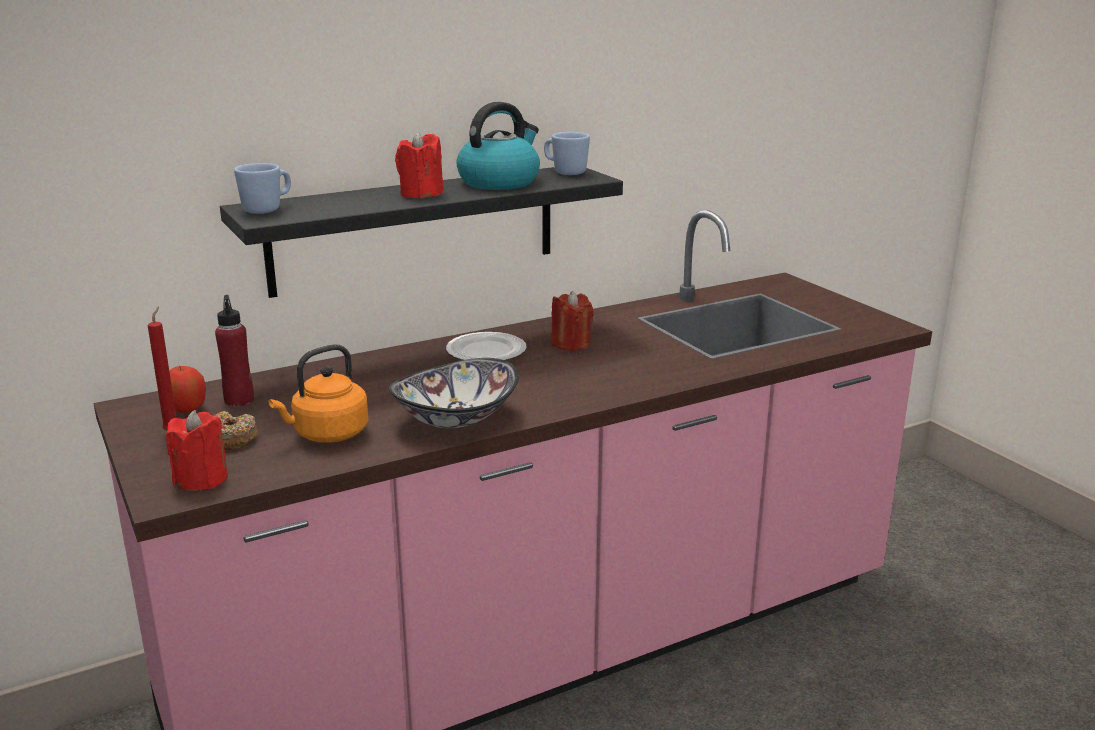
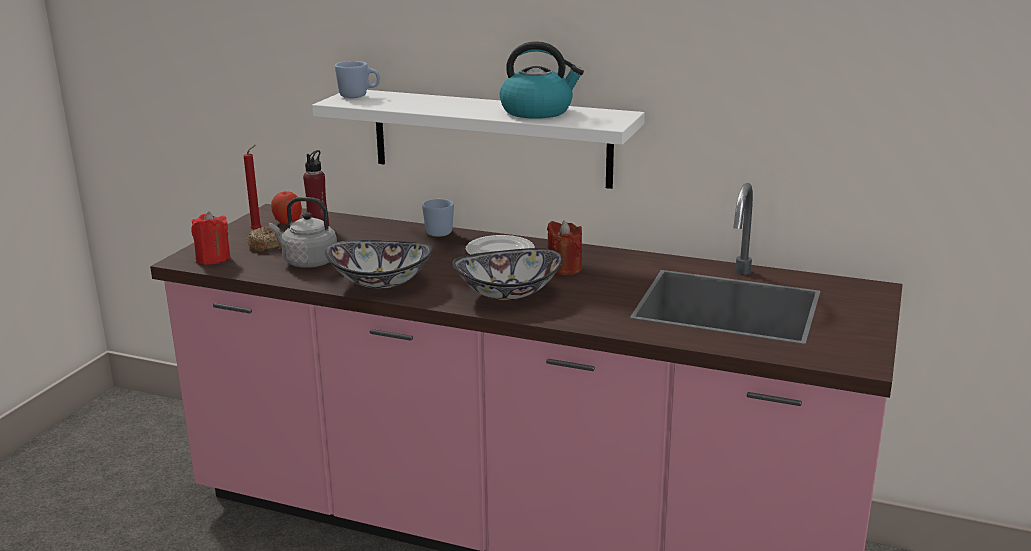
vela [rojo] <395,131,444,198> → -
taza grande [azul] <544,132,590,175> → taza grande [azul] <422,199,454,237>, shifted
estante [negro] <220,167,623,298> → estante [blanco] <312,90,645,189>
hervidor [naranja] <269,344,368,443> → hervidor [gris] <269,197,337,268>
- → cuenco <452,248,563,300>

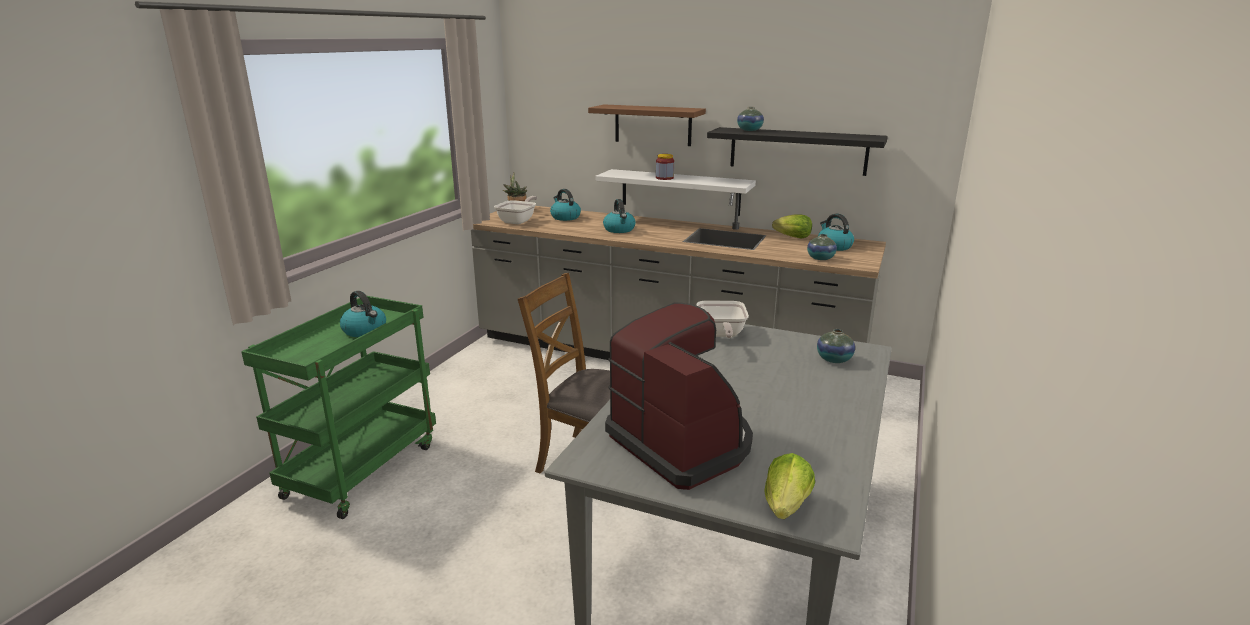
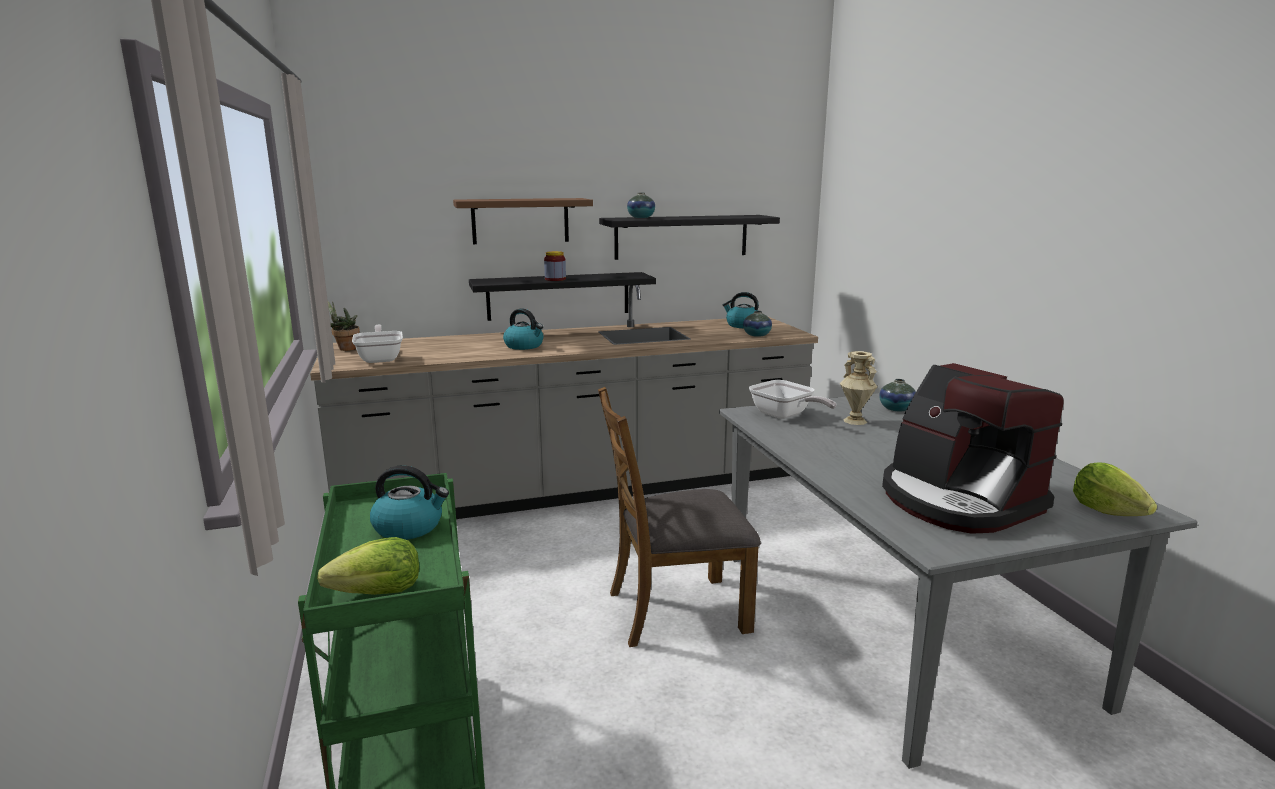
estante [blanco] <595,169,756,216> → estante [negro] <469,272,656,321>
hervidor <550,189,581,221> → -
lechuga <772,214,812,238> → lechuga <317,537,419,595>, shifted
cafetera <605,303,753,490> → cafetera <882,363,1064,534>, 135 degrees counterclockwise
- → florero [beis] <840,351,877,425>

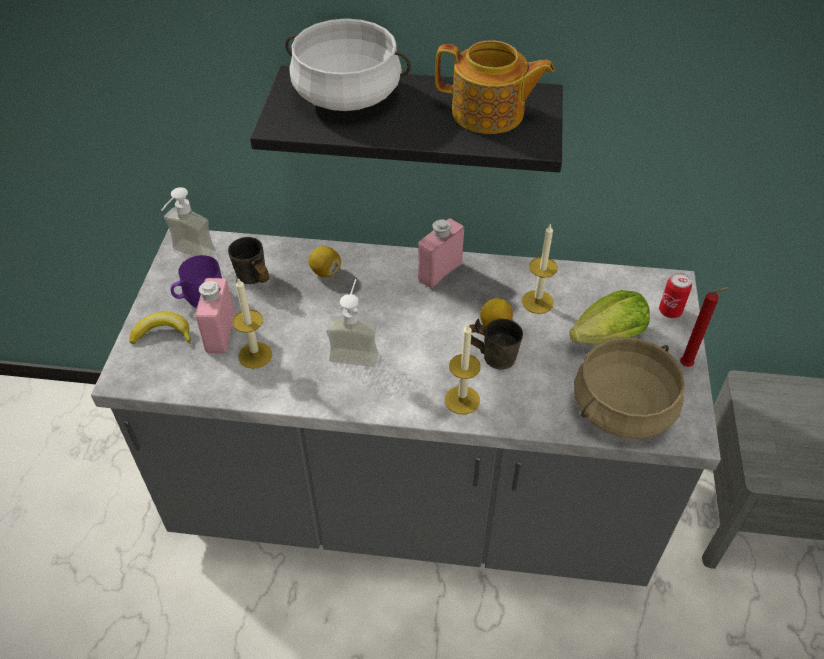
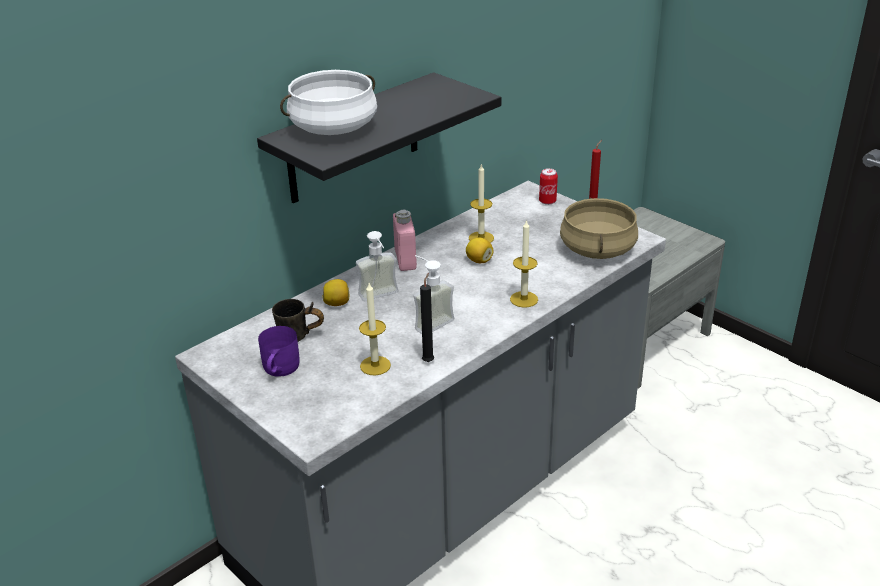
tetera <435,40,555,134> → -
dispensador de jabón <161,187,216,257> → dispensador de jabón <356,231,398,301>, shifted
botella [rosa] <195,278,235,354> → -
lechuga <569,290,650,344> → -
plátano <130,312,191,344> → -
taza grande [gris] <469,318,523,370> → -
- → vela [negro] <420,272,434,362>

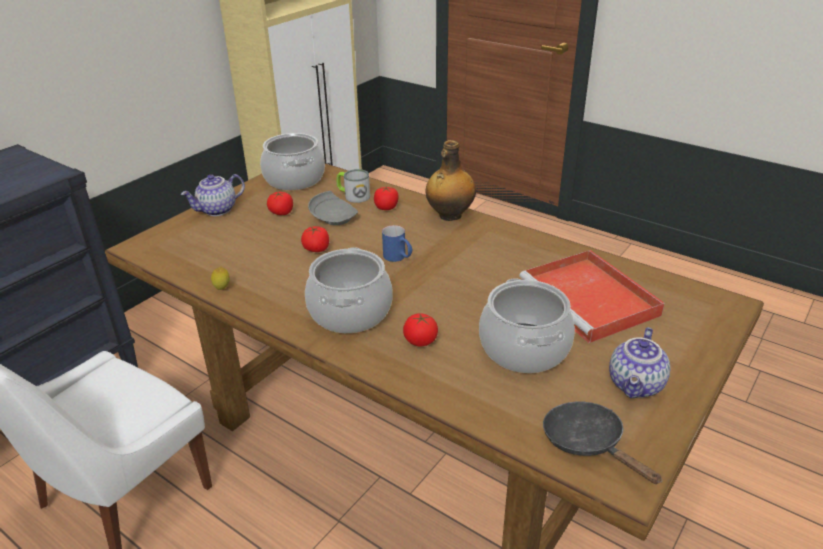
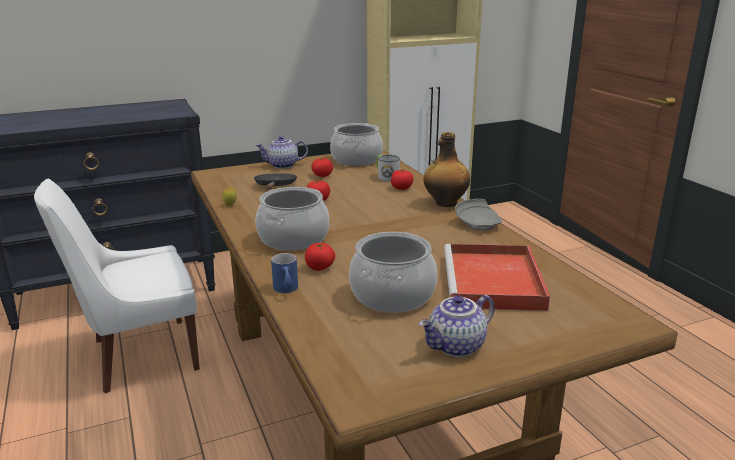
plato [gris] <308,191,358,225> → plato [gris] <455,199,502,231>, shifted
taza grande [azul] <382,225,413,262> → taza grande [azul] <271,253,298,293>, shifted
sartén [negro] <543,401,662,484> → sartén [negro] <254,173,297,189>, shifted

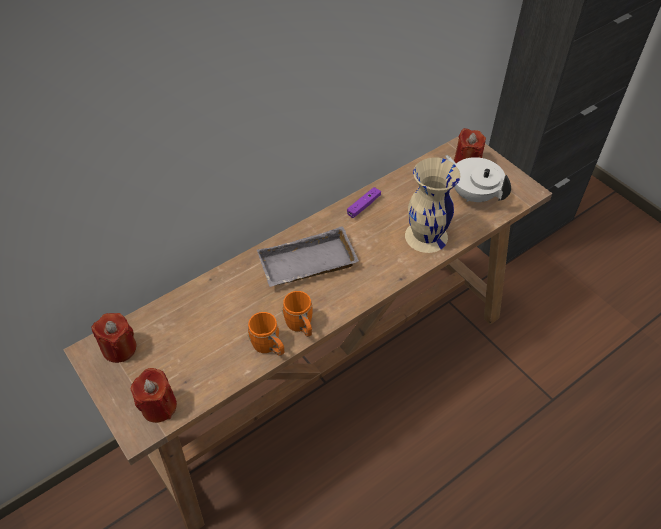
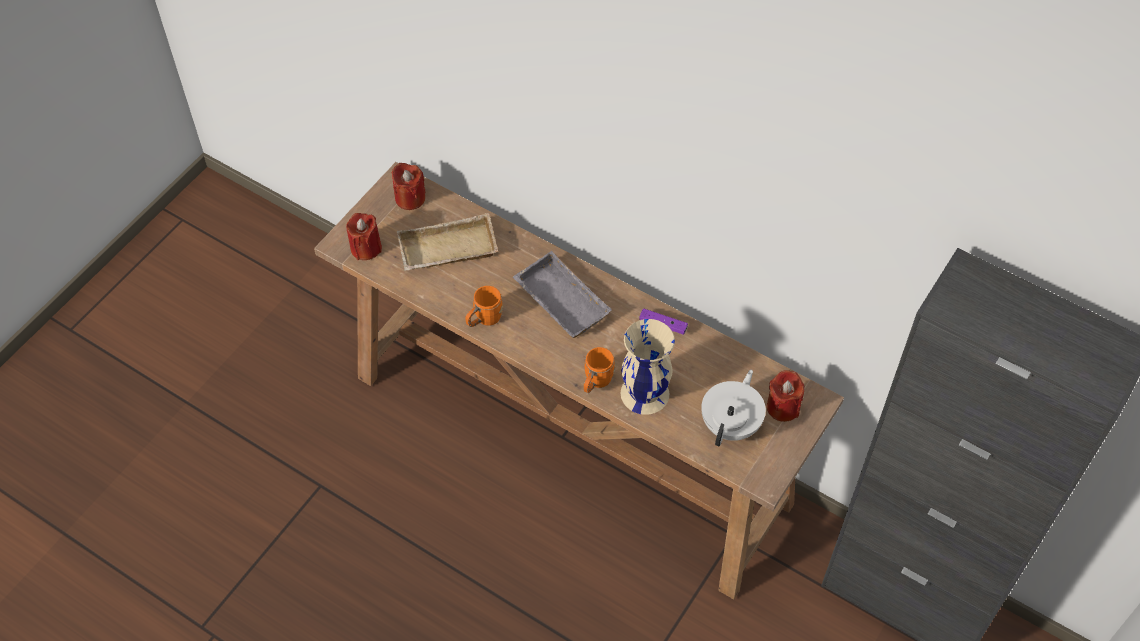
taza grande [naranja] <248,312,285,356> → taza grande [naranja] <584,347,615,393>, shifted
- → bandeja [beis] <397,213,498,271>

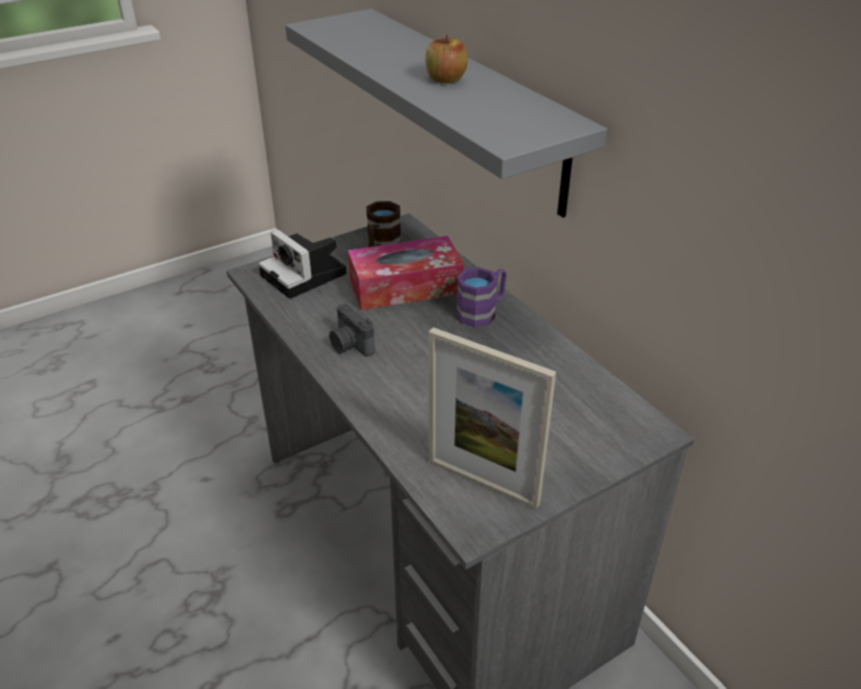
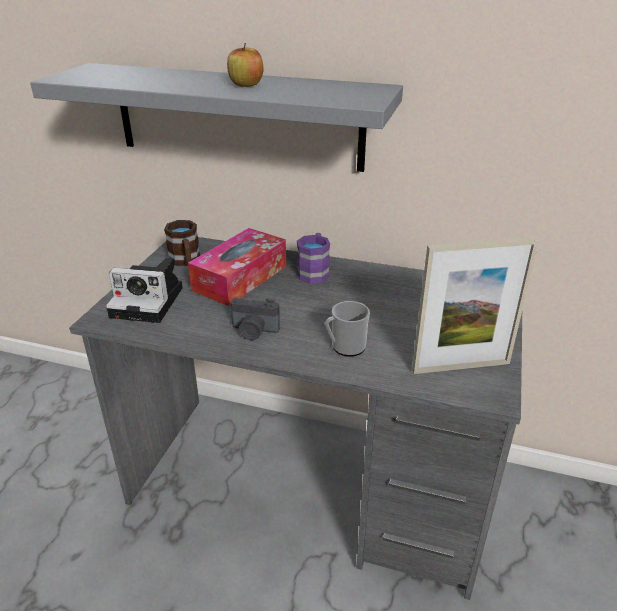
- → taza grande <325,301,370,357>

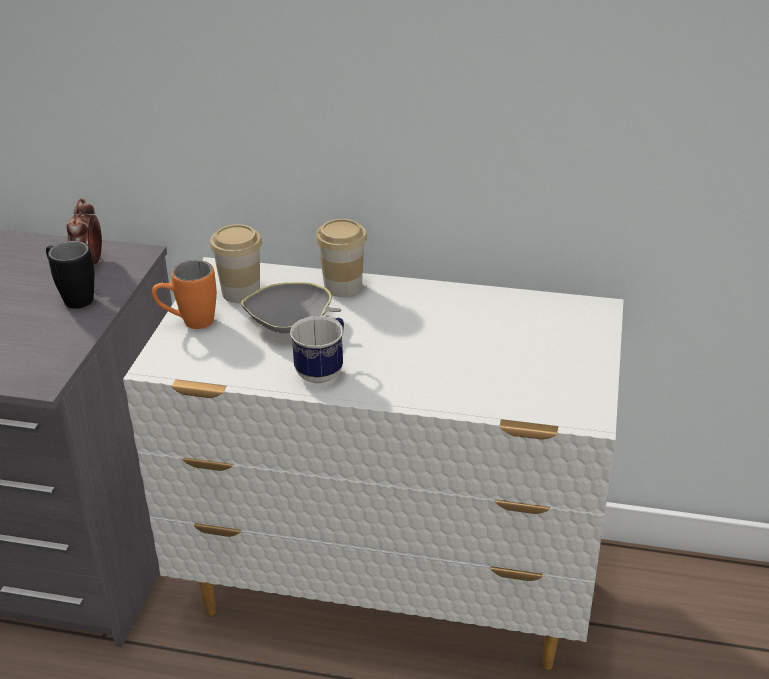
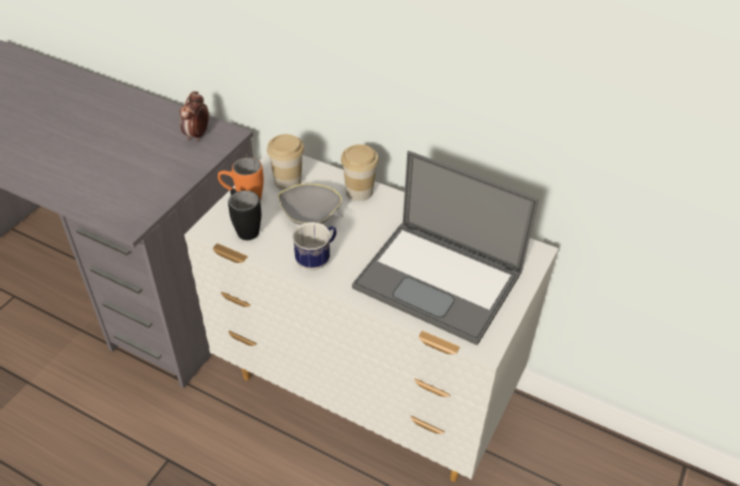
taza grande [negro] <46,241,94,309> → taza grande [negro] <228,189,261,240>, shifted
- → portátil <352,151,539,345>

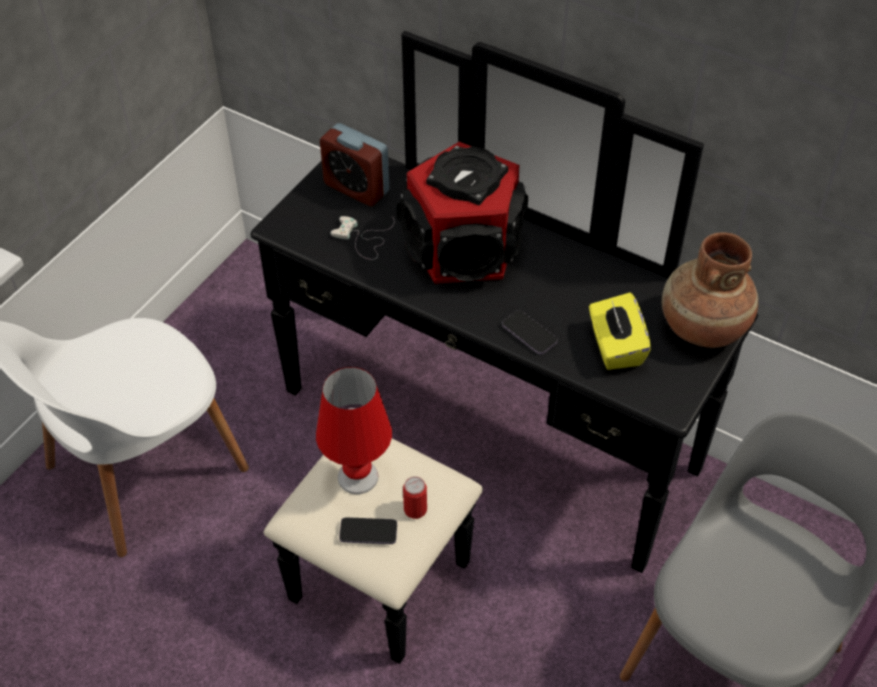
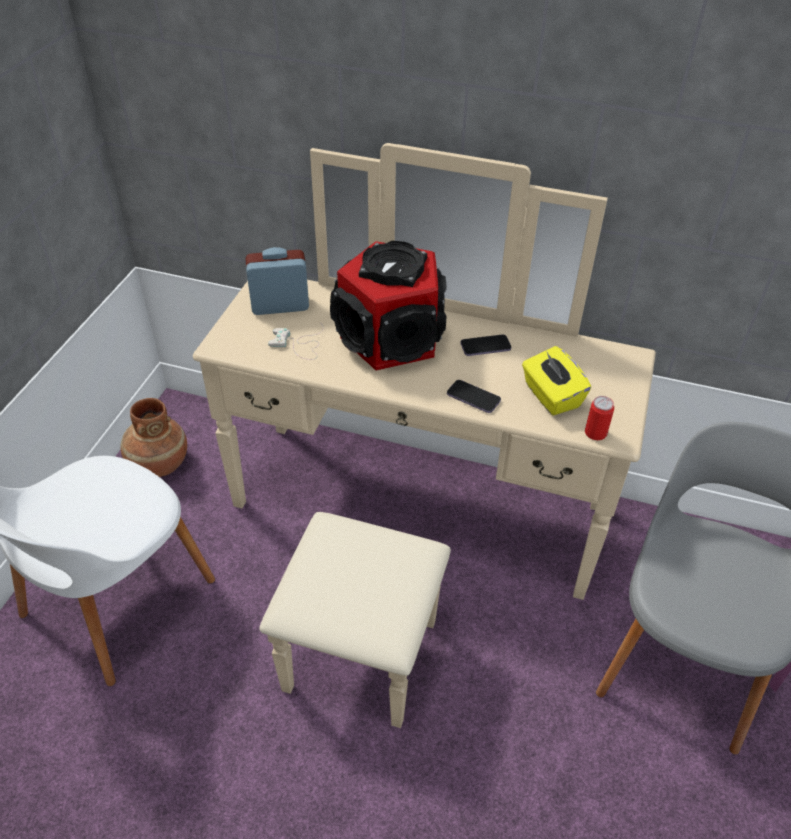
cómoda [negro] <251,31,758,664> → cómoda [beis] <193,143,656,728>
despertador <320,123,390,206> → despertador <246,247,309,315>, 150 degrees clockwise
florero [marrón] <662,232,758,348> → florero [marrón] <120,398,187,477>, shifted
lámpara de mesa [rojo] <316,367,392,494> → -
lata <403,476,427,519> → lata <585,396,614,440>, shifted
móvil <339,517,397,544> → móvil <461,335,511,356>, shifted

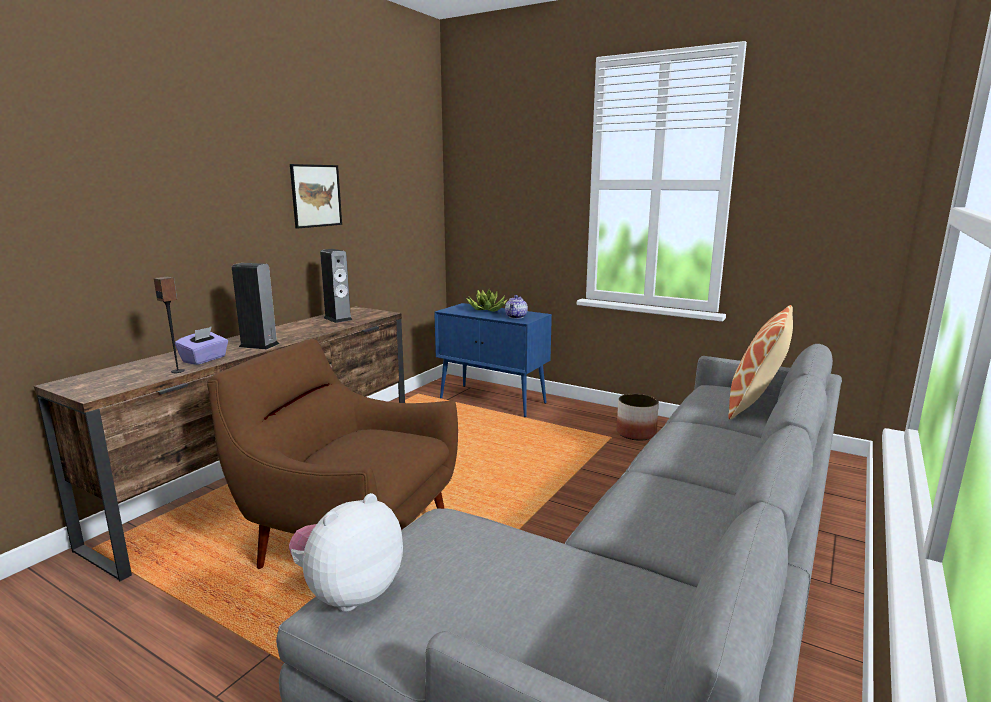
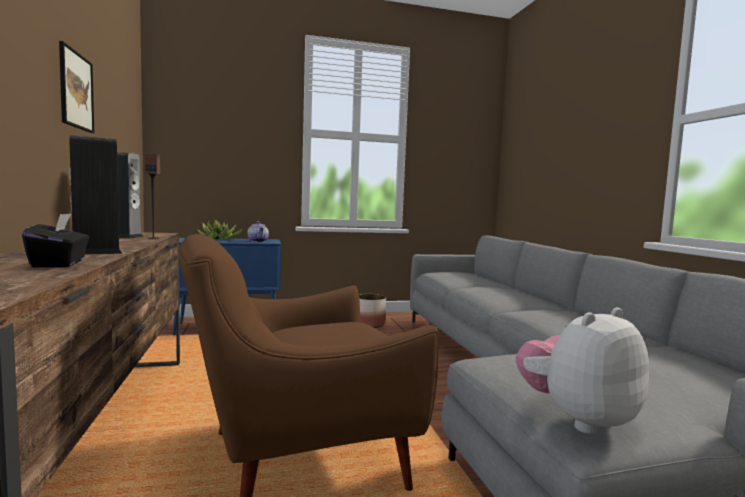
altavoz <154,277,185,373> → altavoz <144,154,160,239>, shifted
cojín <728,305,793,419> → -
caja de pañuelos [morado] <175,327,228,365> → caja de pañuelos [negro] <22,213,90,267>
peluche <289,493,403,612> → peluche <516,307,649,434>, 60 degrees clockwise

